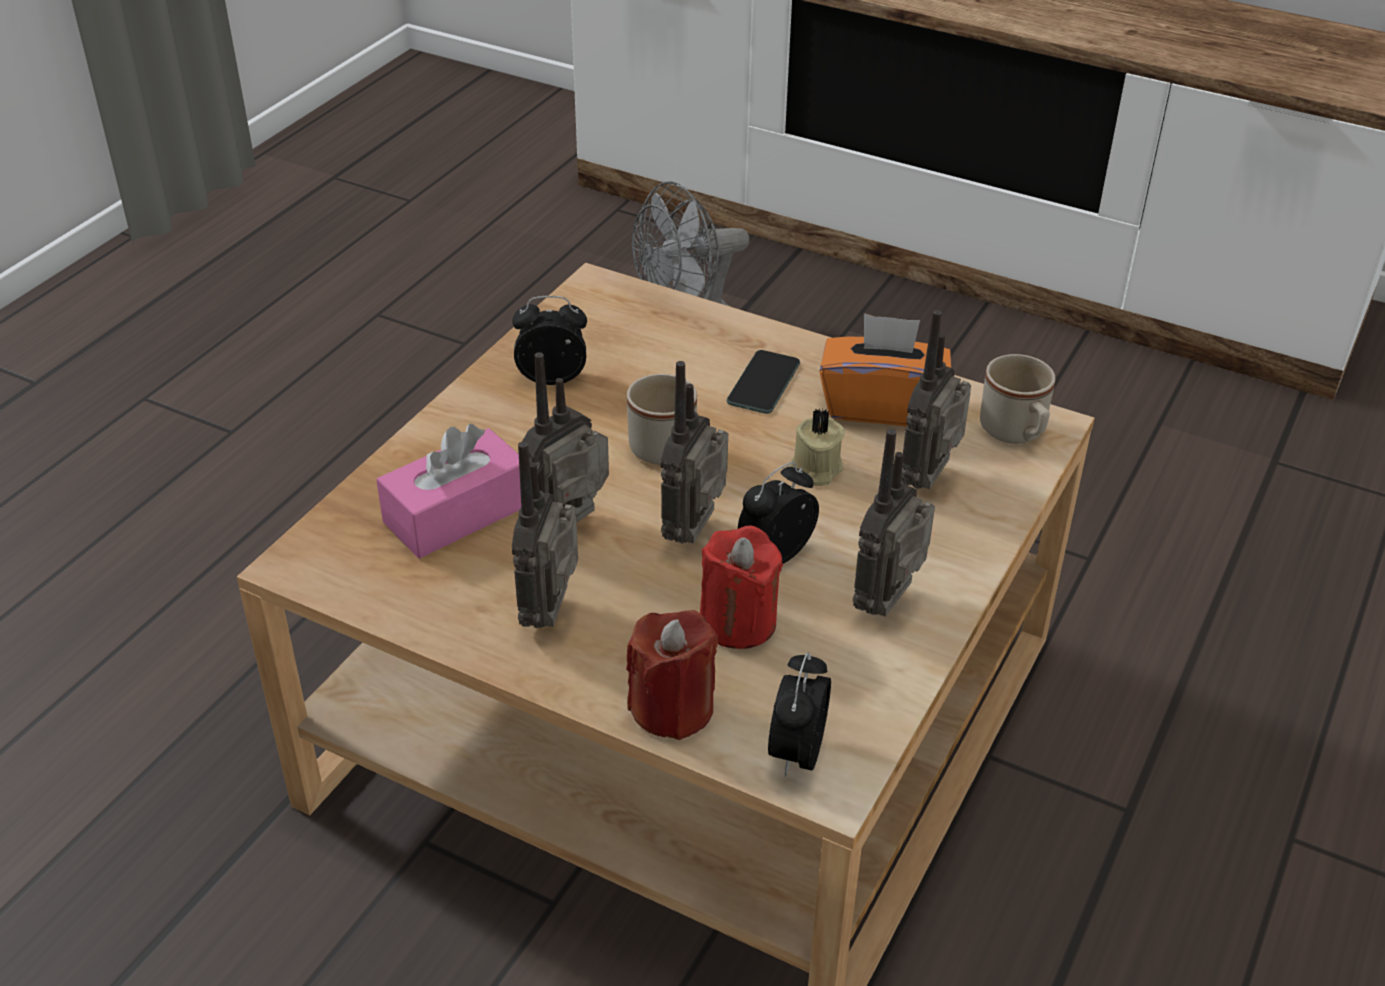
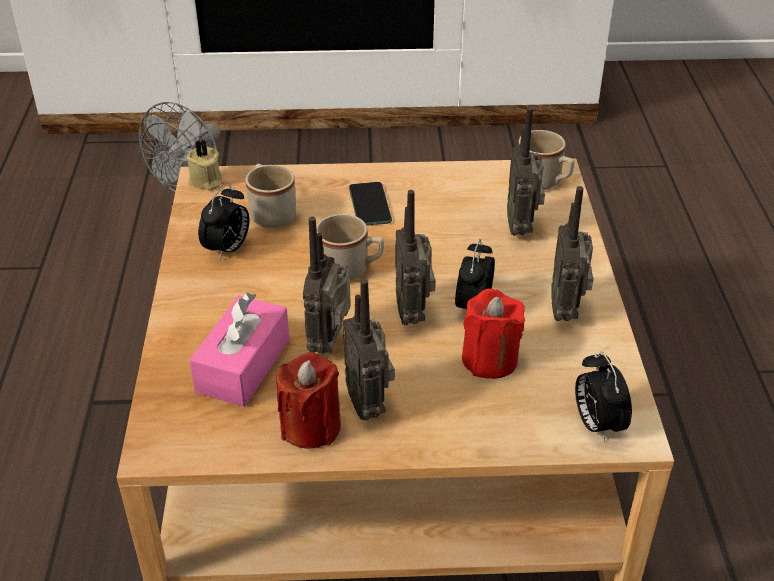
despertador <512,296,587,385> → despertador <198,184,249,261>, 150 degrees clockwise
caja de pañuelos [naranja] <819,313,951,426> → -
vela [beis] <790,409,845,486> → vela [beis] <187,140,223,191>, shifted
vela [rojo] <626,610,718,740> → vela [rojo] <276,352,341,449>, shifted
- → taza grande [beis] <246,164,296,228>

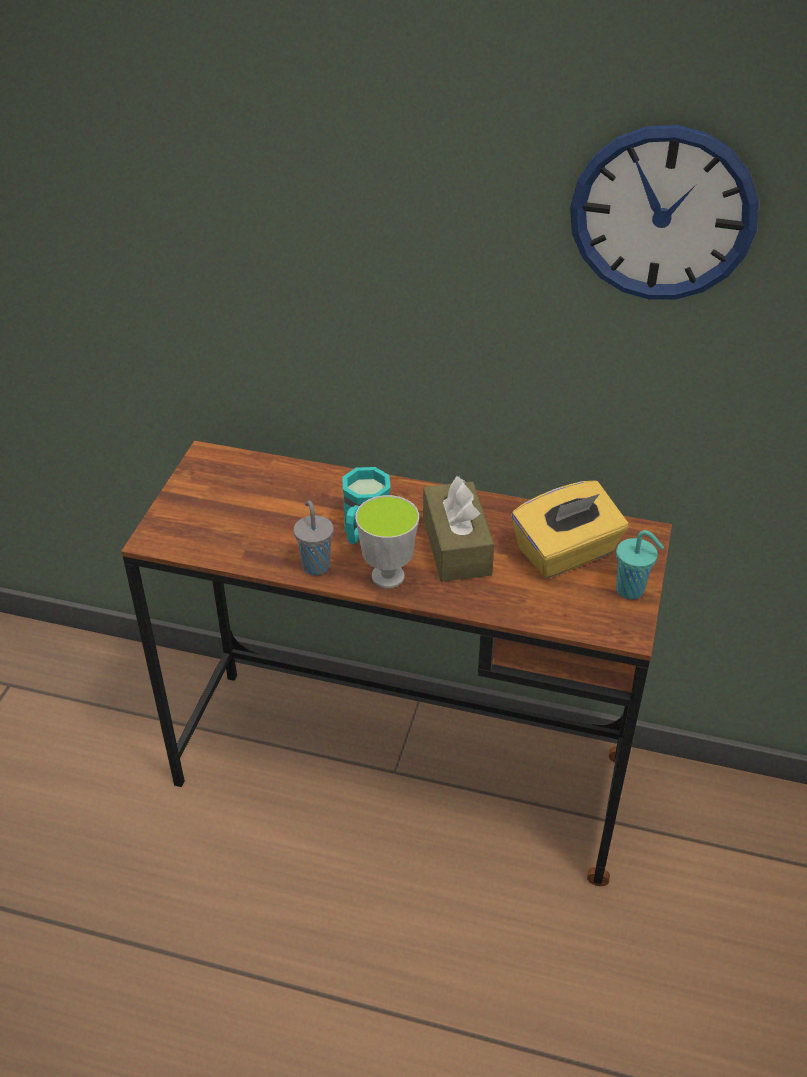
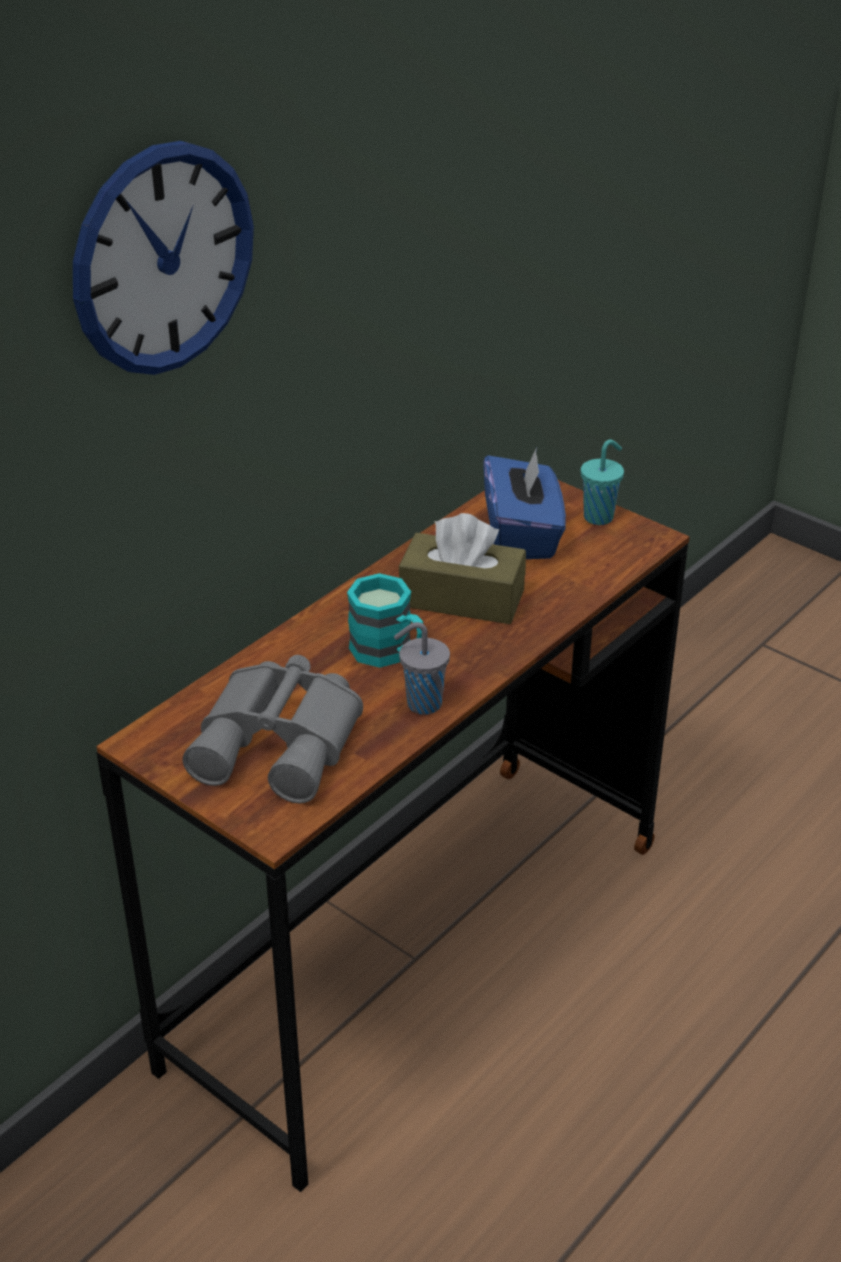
reloj de pared <570,125,759,299> → reloj de pared <73,141,254,375>, shifted
caja de pañuelos [amarillo] <511,481,629,578> → caja de pañuelos [azul] <483,447,566,559>
taza <355,495,419,588> → -
- → prismáticos [gris] <183,655,363,804>

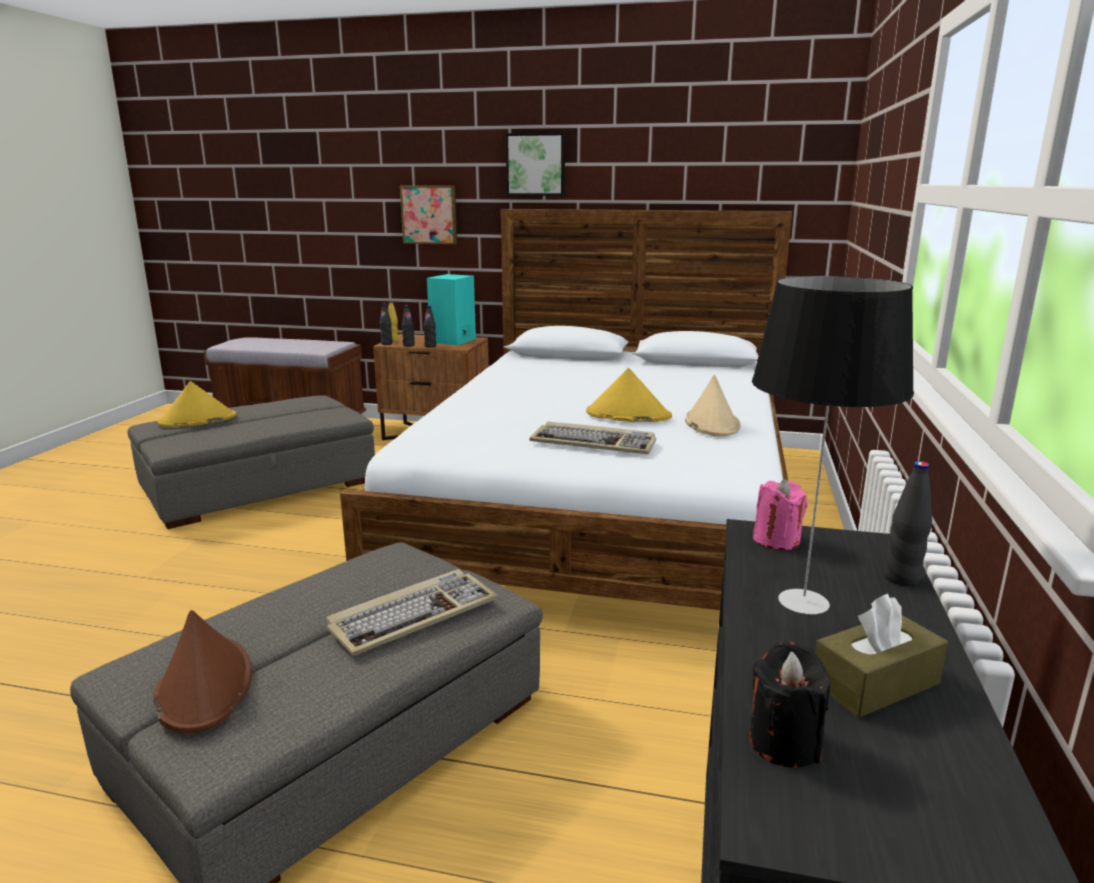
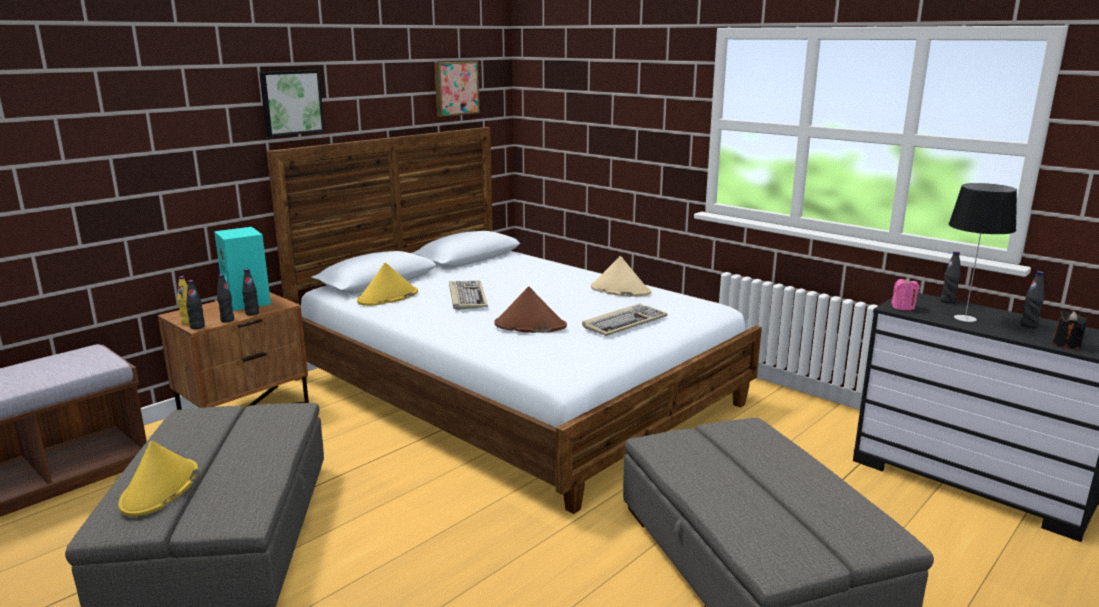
cuadro <400,186,457,245> → cuadro <435,61,479,117>, shifted
sombrero [amarillo] <586,368,672,422> → sombrero [amarillo] <357,262,418,306>, shifted
teclado <327,569,498,656> → teclado <449,281,488,310>, shifted
caja de pañuelos [marrón] <815,593,948,718> → botella [negro] <1020,271,1044,328>
sombrero [marrón] <154,610,252,733> → sombrero [marrón] <494,286,567,333>, shifted

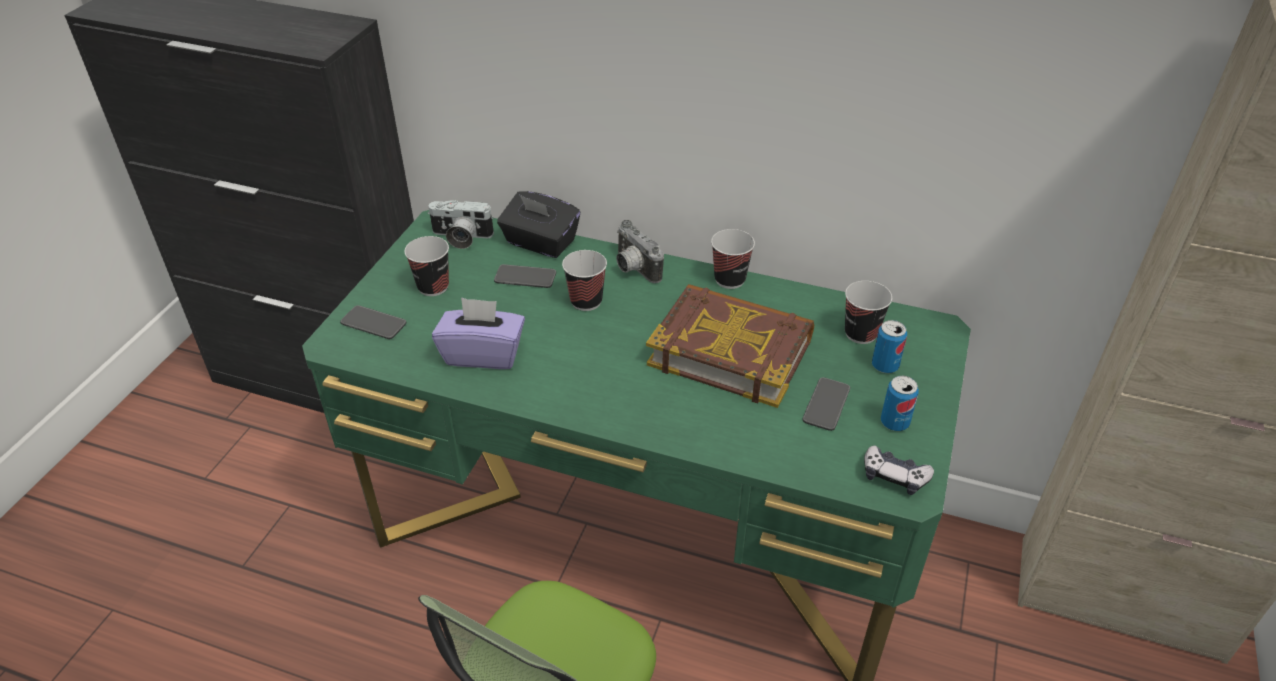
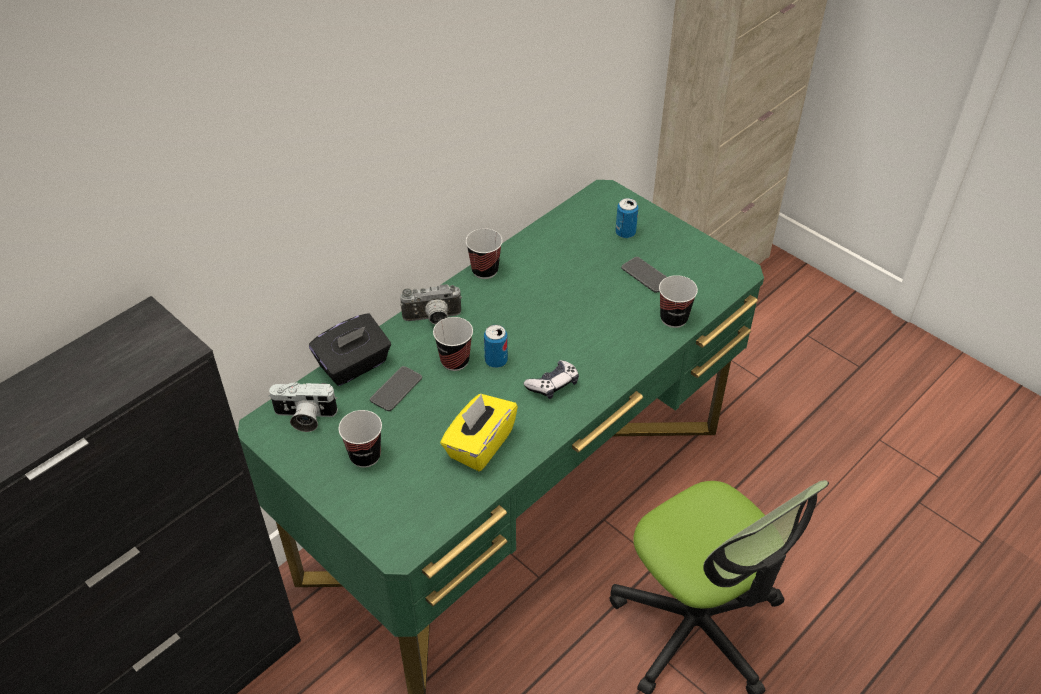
cámara <428,200,494,249> → cámara <269,382,338,432>, 60 degrees clockwise
taza <845,281,892,344> → taza <659,275,698,328>, shifted
libro <646,284,814,408> → -
caja de pañuelos [morado] <432,297,525,369> → caja de pañuelos [amarillo] <440,394,518,471>
móvil <340,305,406,339> → -
lata <881,376,919,431> → lata <484,325,508,368>, shifted
mando de consola <864,445,934,495> → mando de consola <524,360,579,399>, shifted

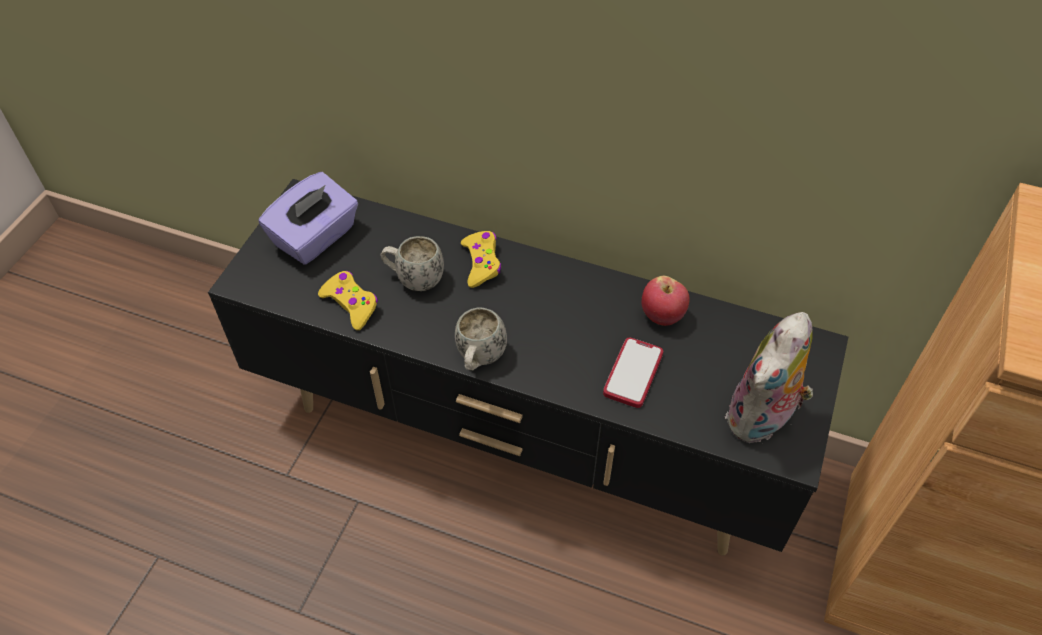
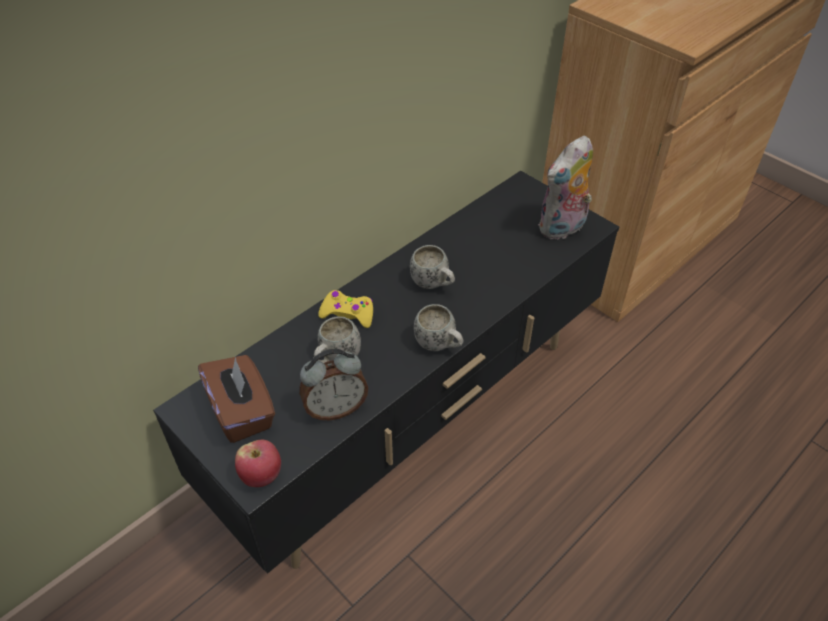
caja de pañuelos [morado] <259,172,358,265> → caja de pañuelos [marrón] <198,355,275,443>
mando de consola [amarillo] <318,271,378,330> → despertador <299,349,368,420>
manzana <641,276,690,326> → manzana <235,440,281,487>, shifted
peluche <725,312,813,444> → peluche <538,136,593,241>, 75 degrees clockwise
móvil <603,337,663,408> → -
- → taza grande [blanco] <410,245,455,289>

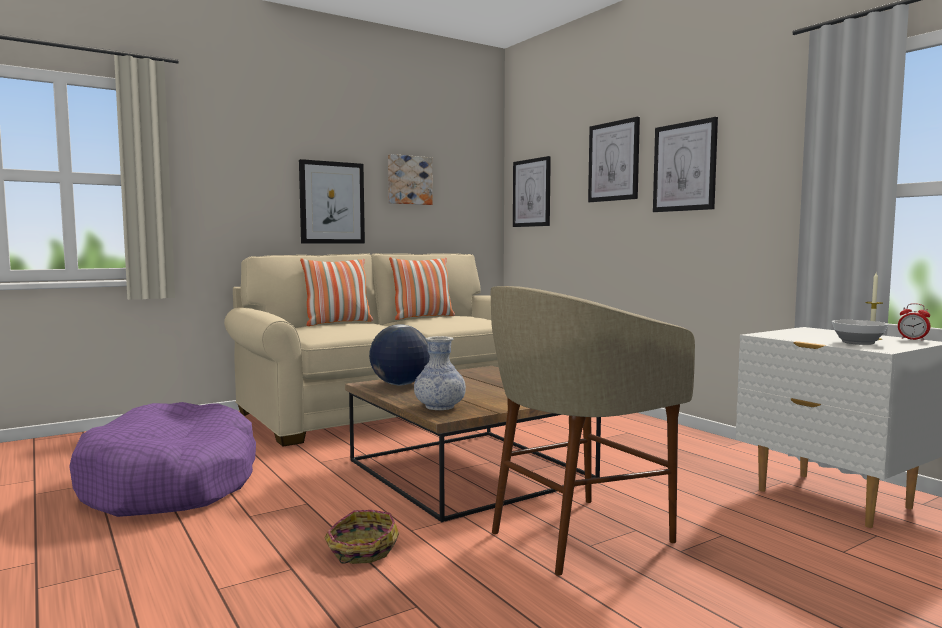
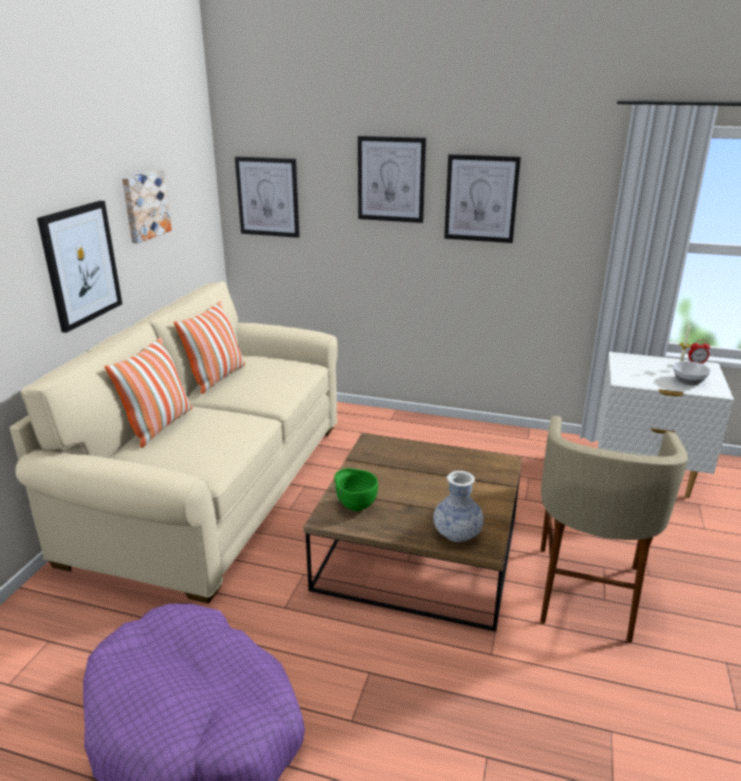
globo terráqueo <369,324,430,385> → cuenco [verde] <334,468,378,511>
cesta <324,510,399,564> → -

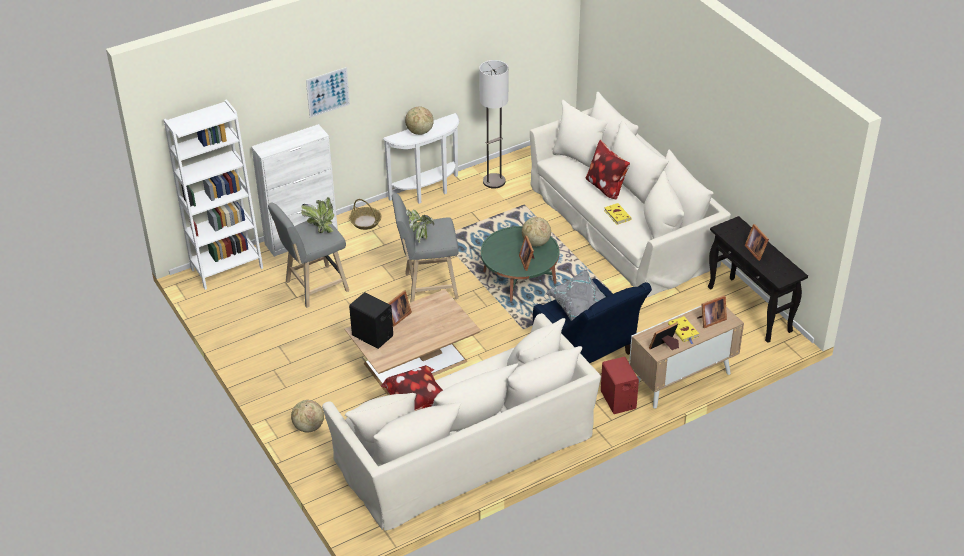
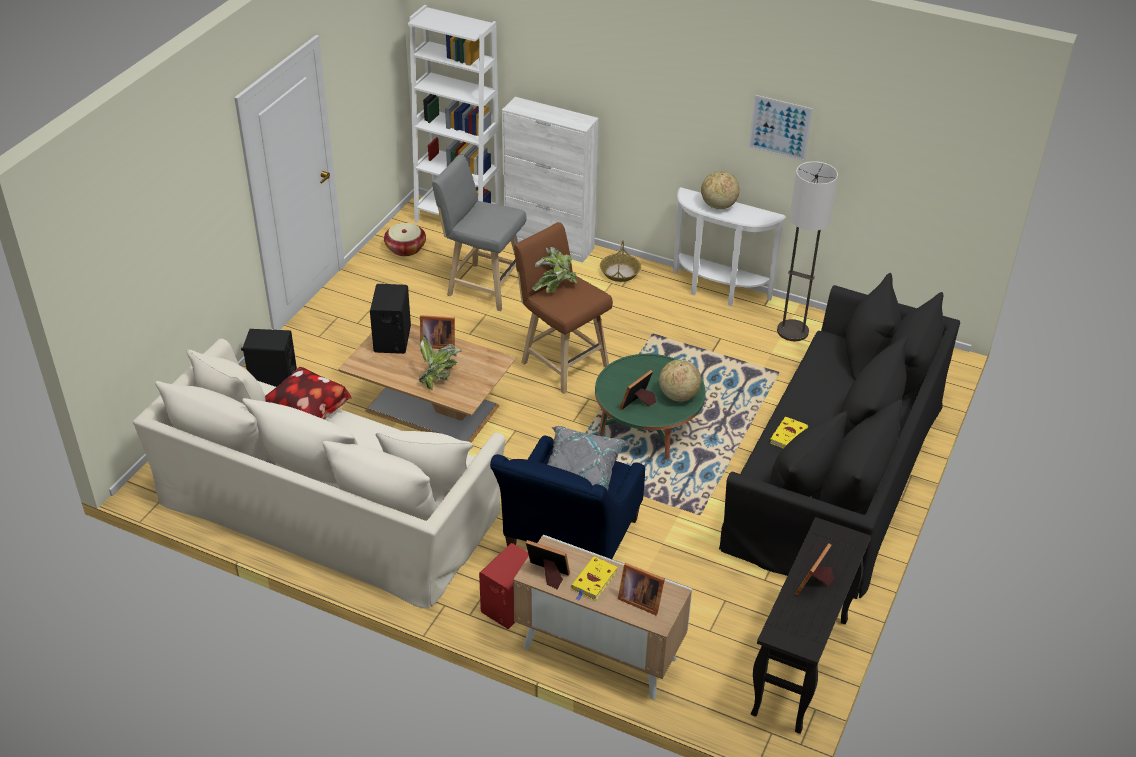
cuadro <306,67,350,118> → cuadro <749,95,813,162>, shifted
sofá [beis] <530,92,731,298> → sofá [negro] <719,273,960,599>
cojín <586,140,630,199> → -
taburete [gris] <392,193,459,302> → taburete [marrón] <514,222,613,394>
planta en maceta <301,197,334,233> → planta en maceta <419,335,462,391>, shifted
globo terráqueo <291,400,324,433> → altavoz [negro] <241,329,297,387>
- → cesta <384,223,426,256>

